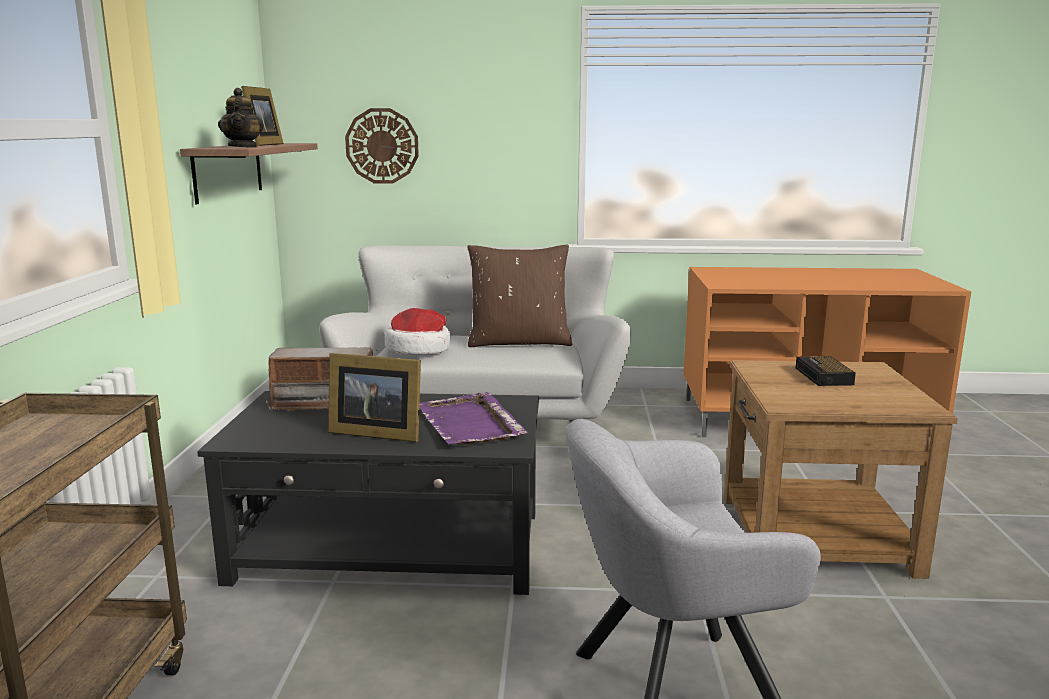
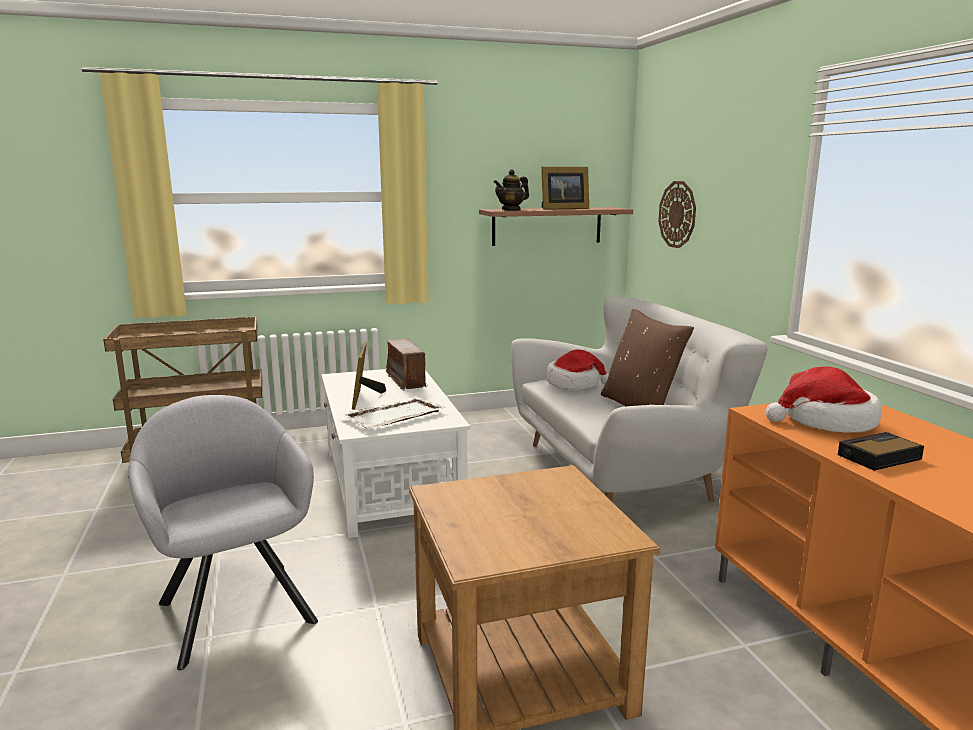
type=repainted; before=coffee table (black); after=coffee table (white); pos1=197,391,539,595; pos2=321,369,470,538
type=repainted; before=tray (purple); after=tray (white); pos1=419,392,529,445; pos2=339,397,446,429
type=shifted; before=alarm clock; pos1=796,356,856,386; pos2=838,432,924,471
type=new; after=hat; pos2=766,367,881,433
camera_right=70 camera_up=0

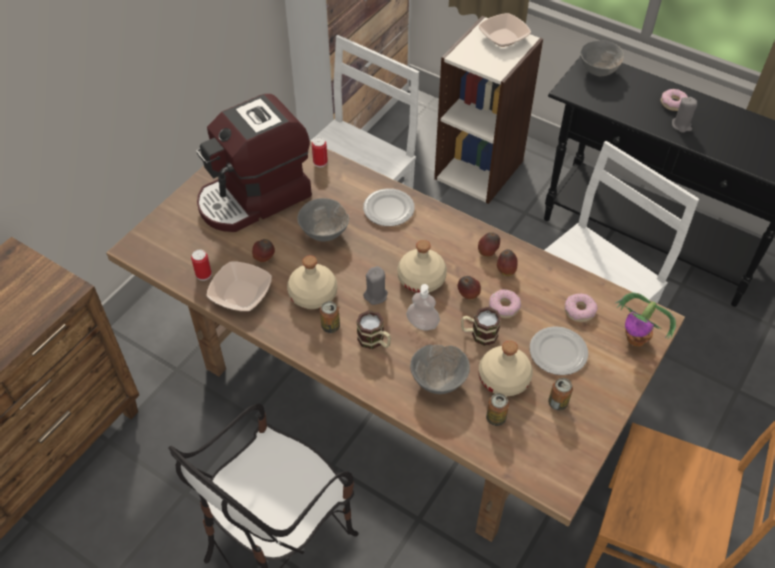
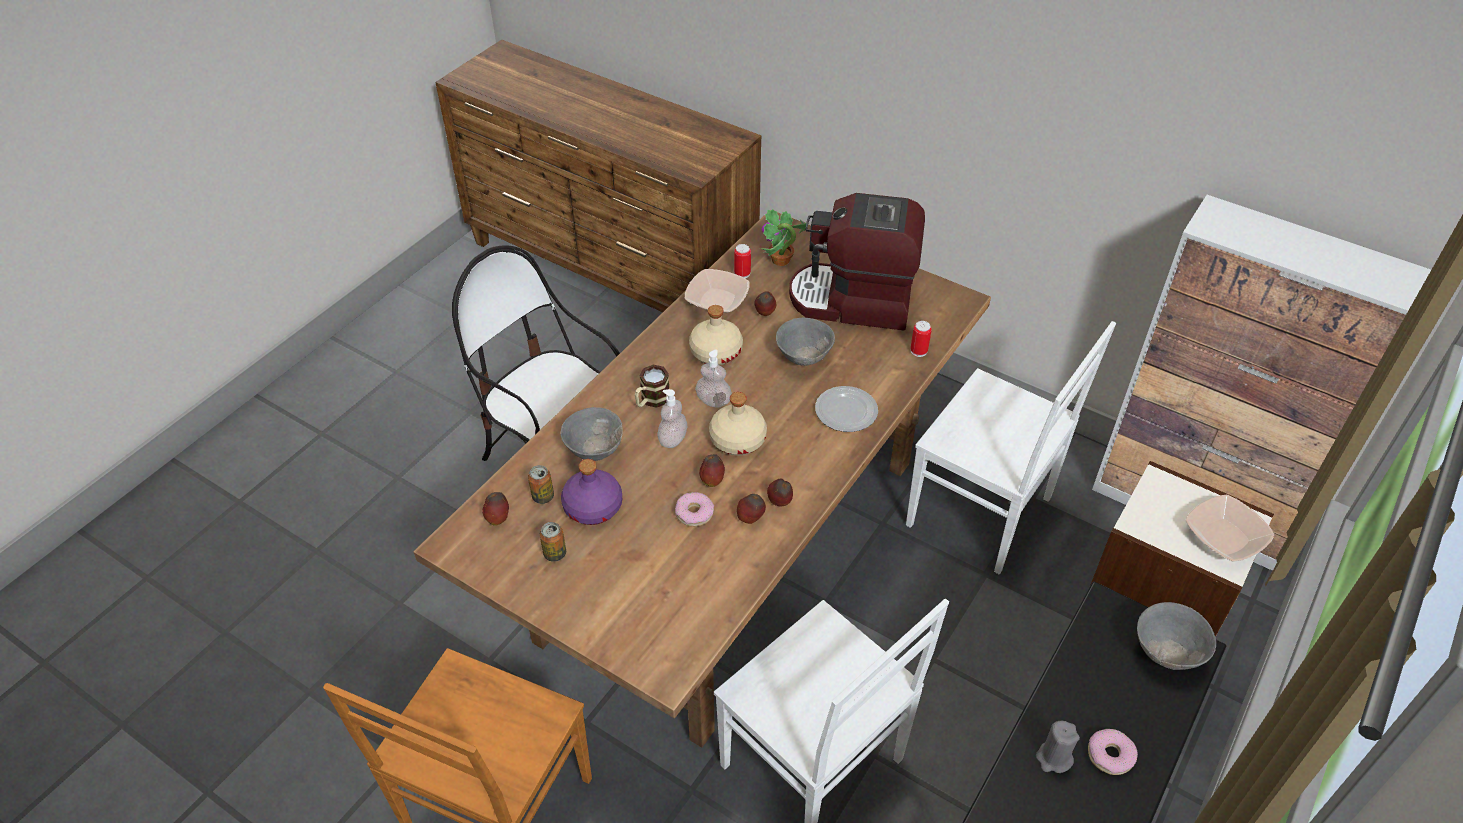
type=rotated; before=coffee machine; pos1=197,94,312,232; pos2=789,193,925,331; turn=-45
type=gone; before=can; pos1=320,301,340,333
type=swapped; before=candle (grey); after=soap dispenser; pos1=363,266,388,305; pos2=695,349,732,407
type=gone; before=mug; pos1=461,307,501,346
type=repainted; before=bottle (beige); after=bottle (purple); pos1=479,341,533,396; pos2=561,459,622,525
type=gone; before=plate; pos1=530,326,588,375
type=gone; before=donut; pos1=565,293,598,322
type=shifted; before=potted plant; pos1=615,292,676,347; pos2=760,209,806,266
type=new; after=apple; pos2=482,492,509,526
camera_right=90 camera_up=-5

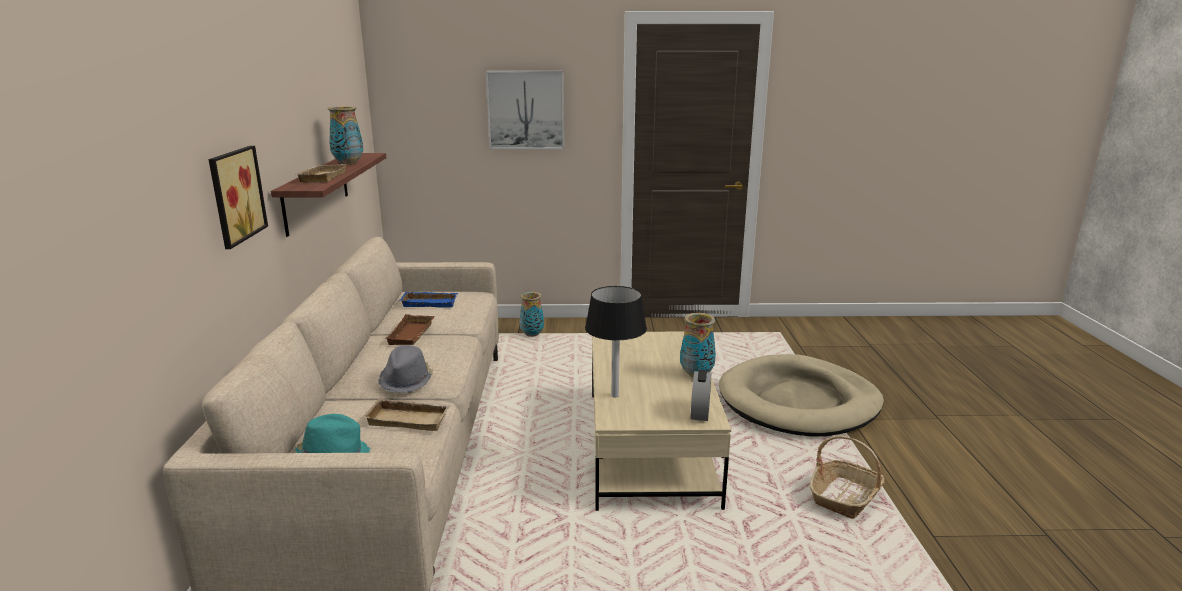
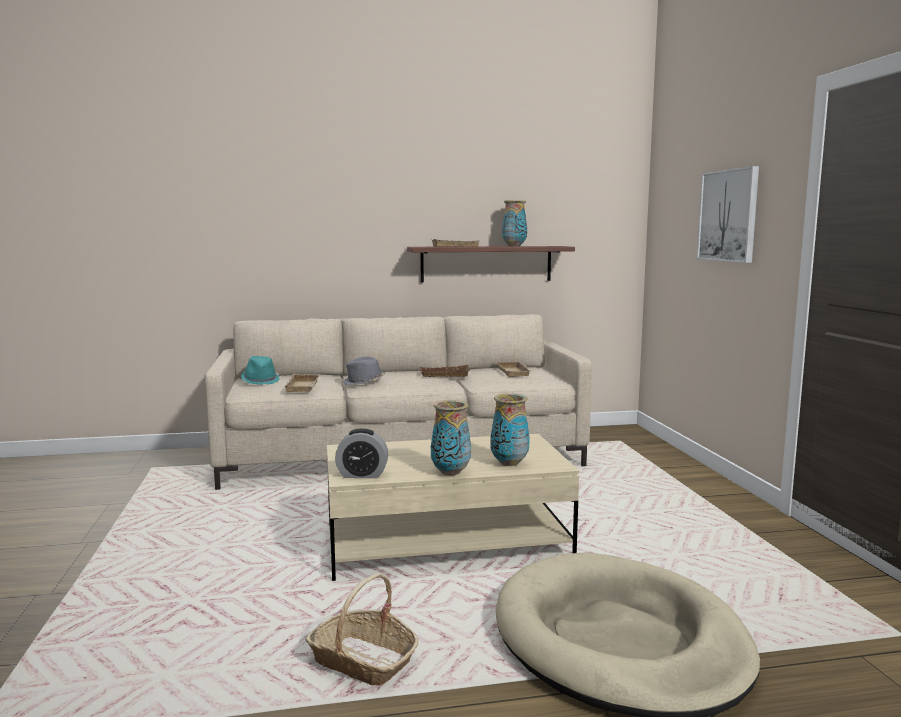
type=gone; before=picture; pos1=208,146,268,249
type=repainted; before=tray (blue); after=tray (beige); pos1=400,292,458,308; pos2=496,361,532,377
type=shifted; before=vase; pos1=520,292,544,337; pos2=490,393,530,466
type=gone; before=table lamp (black); pos1=585,286,647,398
camera_right=80 camera_up=-10

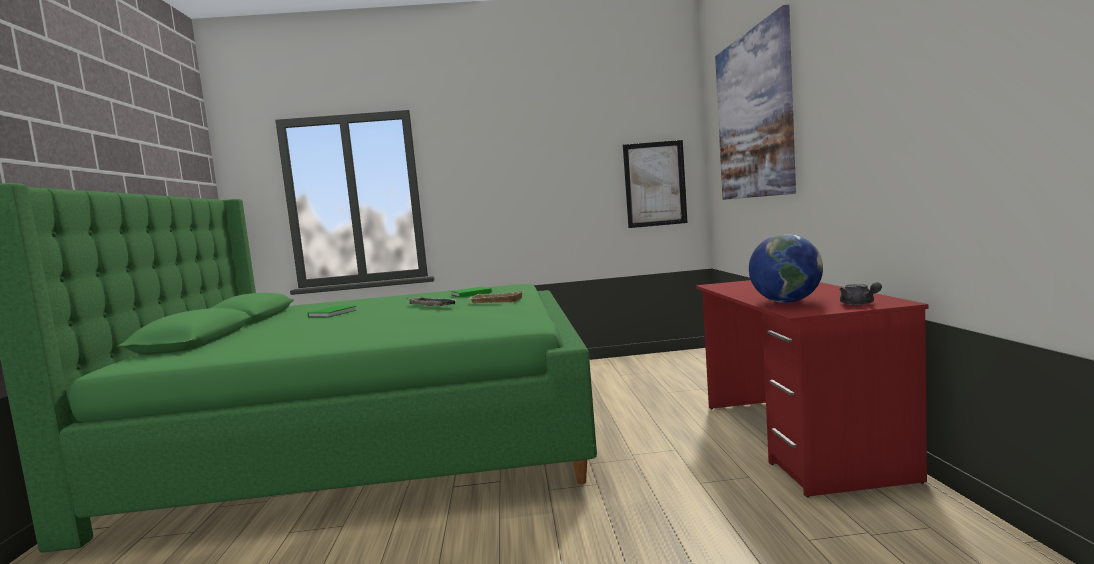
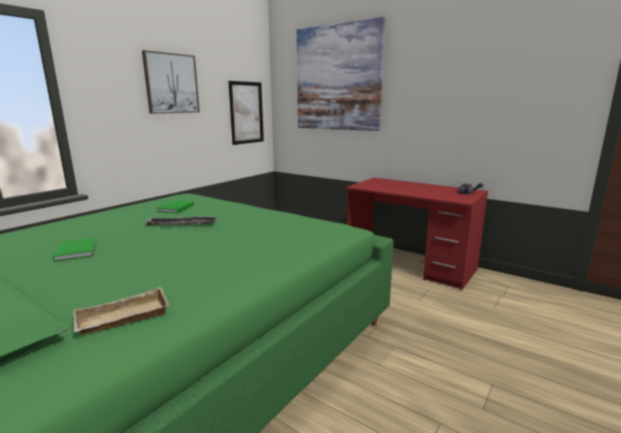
type=shifted; before=tray (beige); pos1=468,290,524,303; pos2=73,287,169,335
type=gone; before=globe; pos1=749,234,823,303
type=new; after=picture; pos2=142,50,200,114
camera_right=-50 camera_up=10

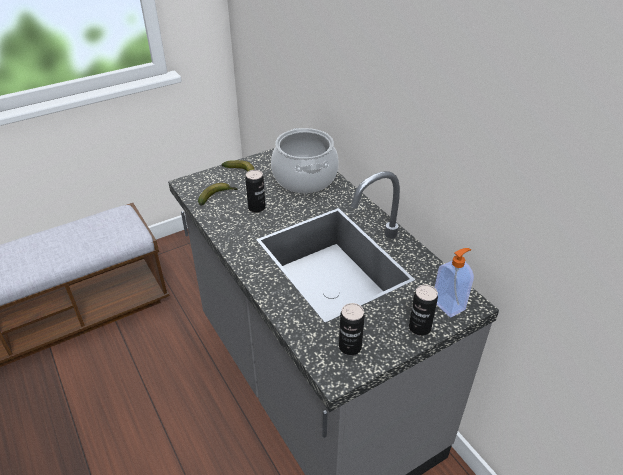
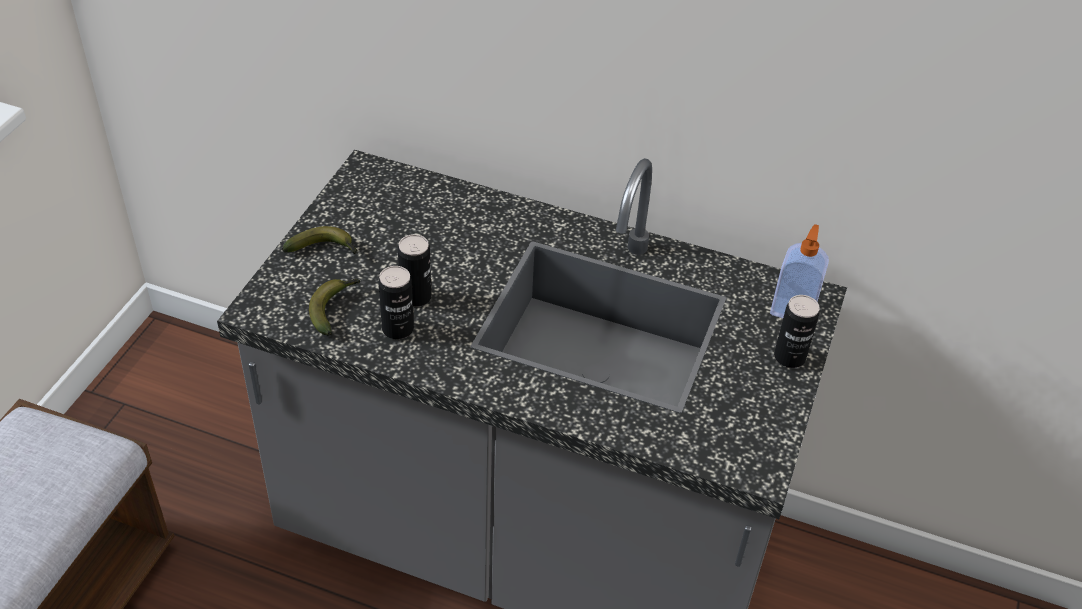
type=gone; before=cooking pot; pos1=271,128,339,193
type=shifted; before=can; pos1=339,303,365,355; pos2=378,266,414,339
camera_right=-40 camera_up=5

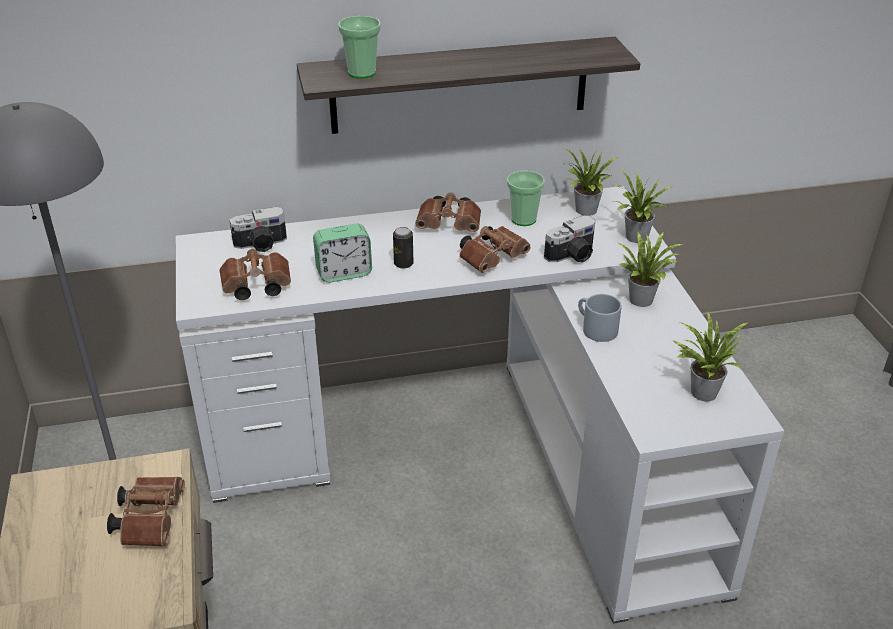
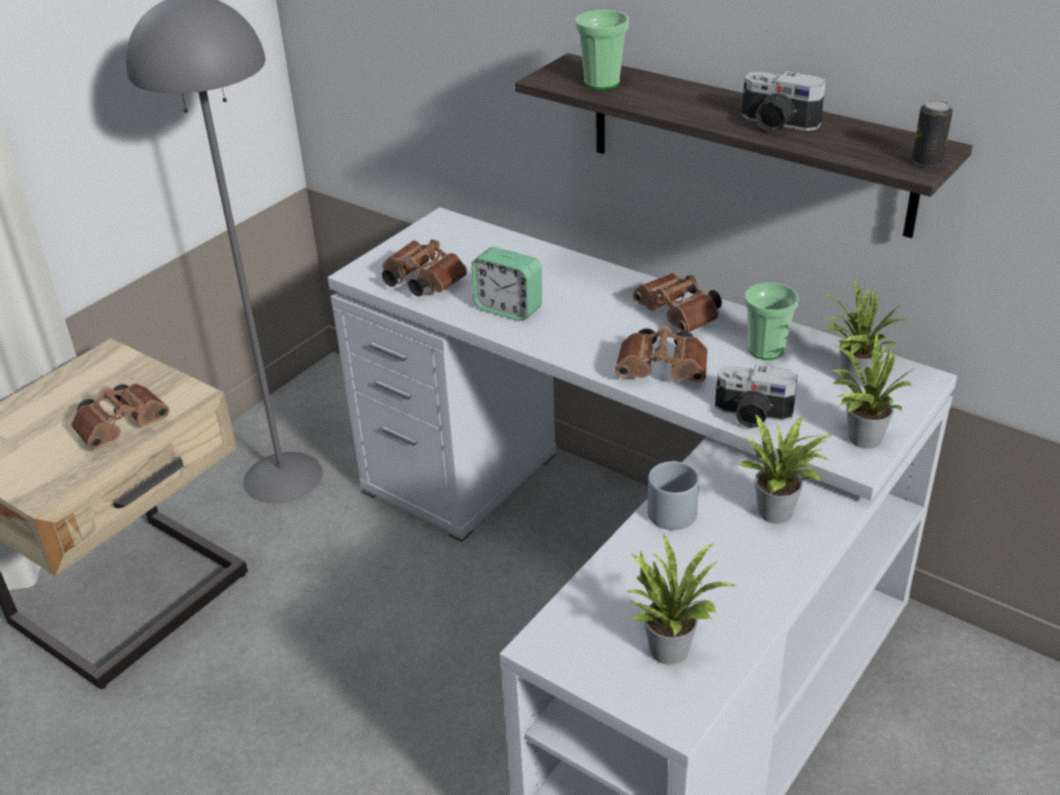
type=shifted; before=photo camera; pos1=230,207,287,252; pos2=742,71,826,132
type=shifted; before=can; pos1=393,227,413,268; pos2=912,100,953,167
camera_right=50 camera_up=0

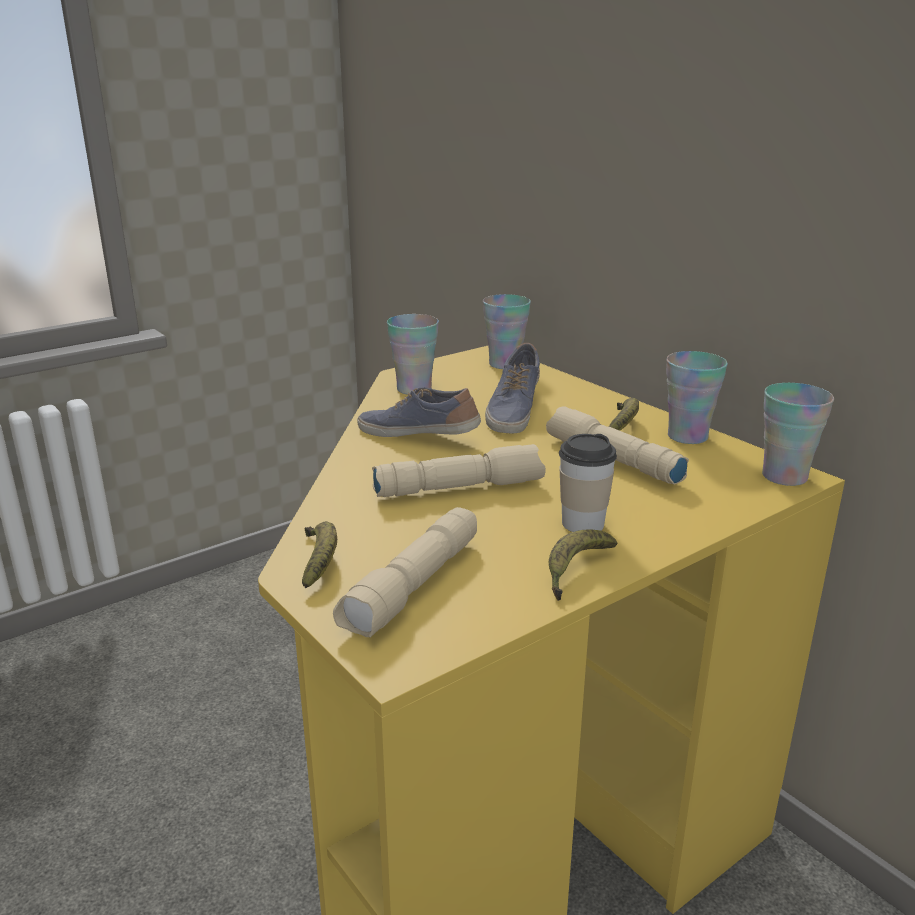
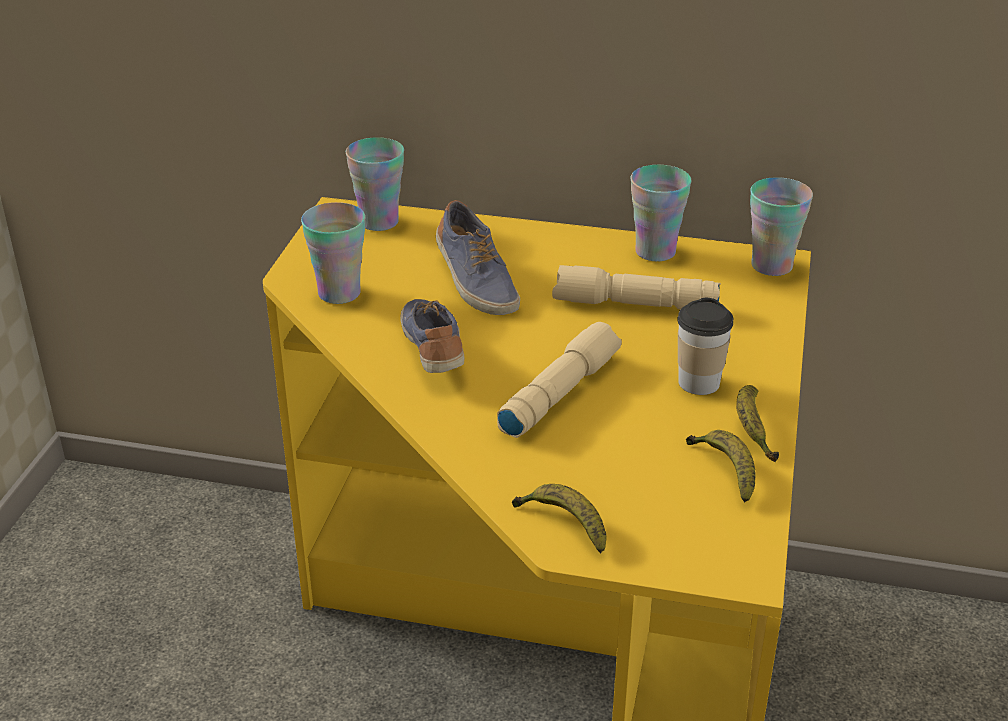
type=gone; before=flashlight (beige); pos1=333,507,477,638
type=rotated; before=shoe; pos1=357,387,481,437; pos2=401,299,464,373; turn=90
type=shifted; before=banana; pos1=609,398,639,431; pos2=686,430,755,503
camera_right=-40 camera_up=10

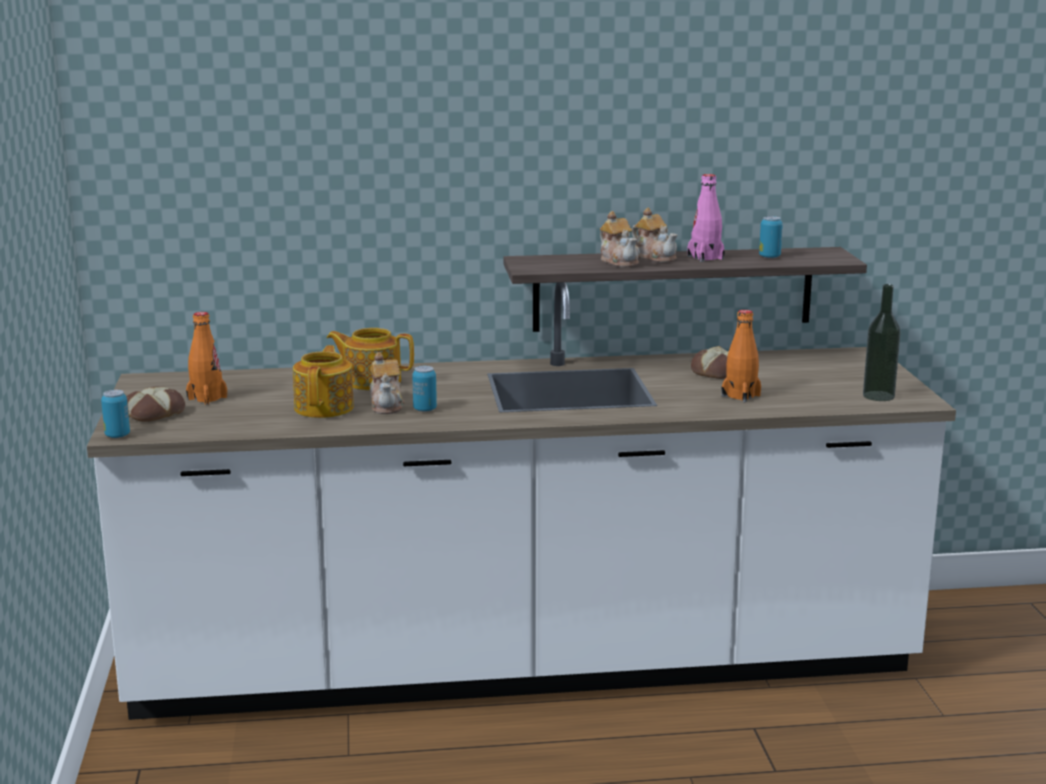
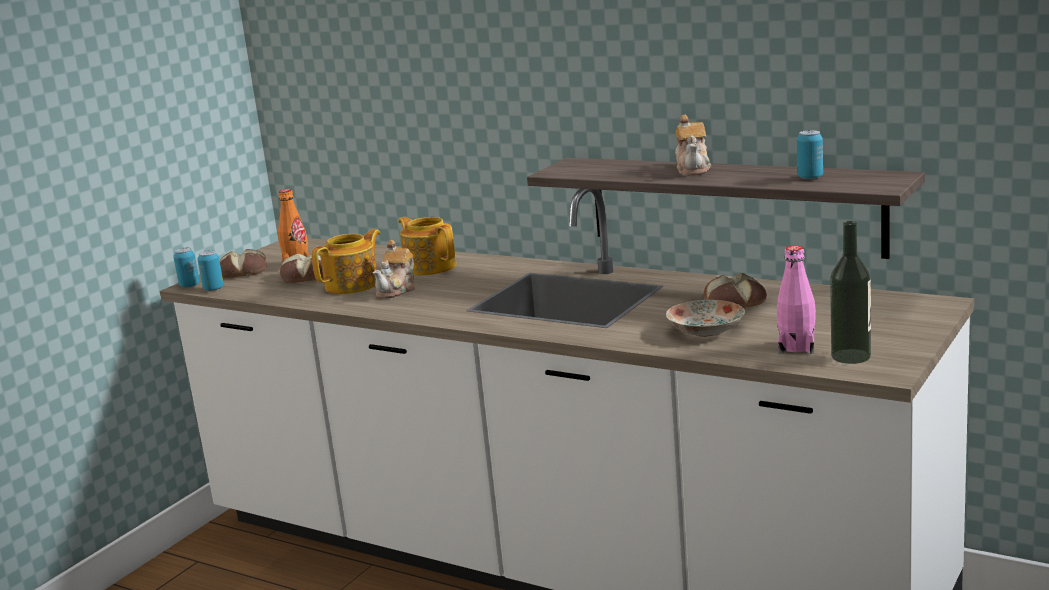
type=shifted; before=can; pos1=412,366,437,412; pos2=197,250,224,291
type=gone; before=teapot; pos1=600,211,640,267
type=shifted; before=bottle (pink); pos1=687,174,725,262; pos2=777,246,816,354
type=swapped; before=bottle (orange); after=plate; pos1=722,310,761,402; pos2=666,300,745,337
type=new; after=bread; pos2=280,254,323,283
camera_right=40 camera_up=0

